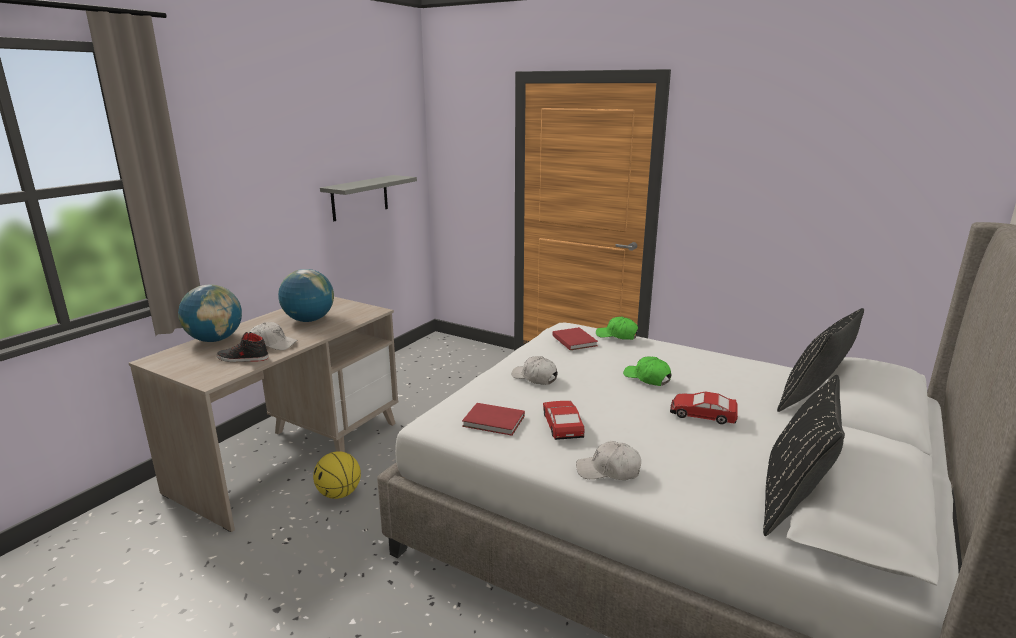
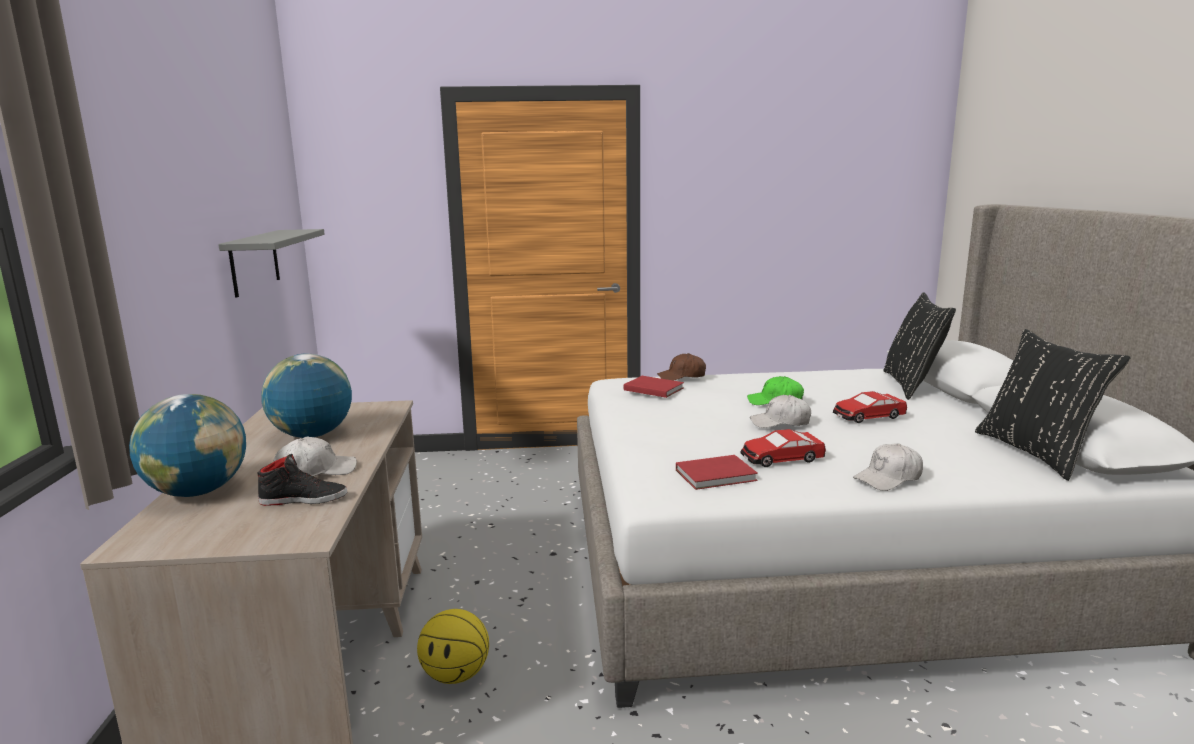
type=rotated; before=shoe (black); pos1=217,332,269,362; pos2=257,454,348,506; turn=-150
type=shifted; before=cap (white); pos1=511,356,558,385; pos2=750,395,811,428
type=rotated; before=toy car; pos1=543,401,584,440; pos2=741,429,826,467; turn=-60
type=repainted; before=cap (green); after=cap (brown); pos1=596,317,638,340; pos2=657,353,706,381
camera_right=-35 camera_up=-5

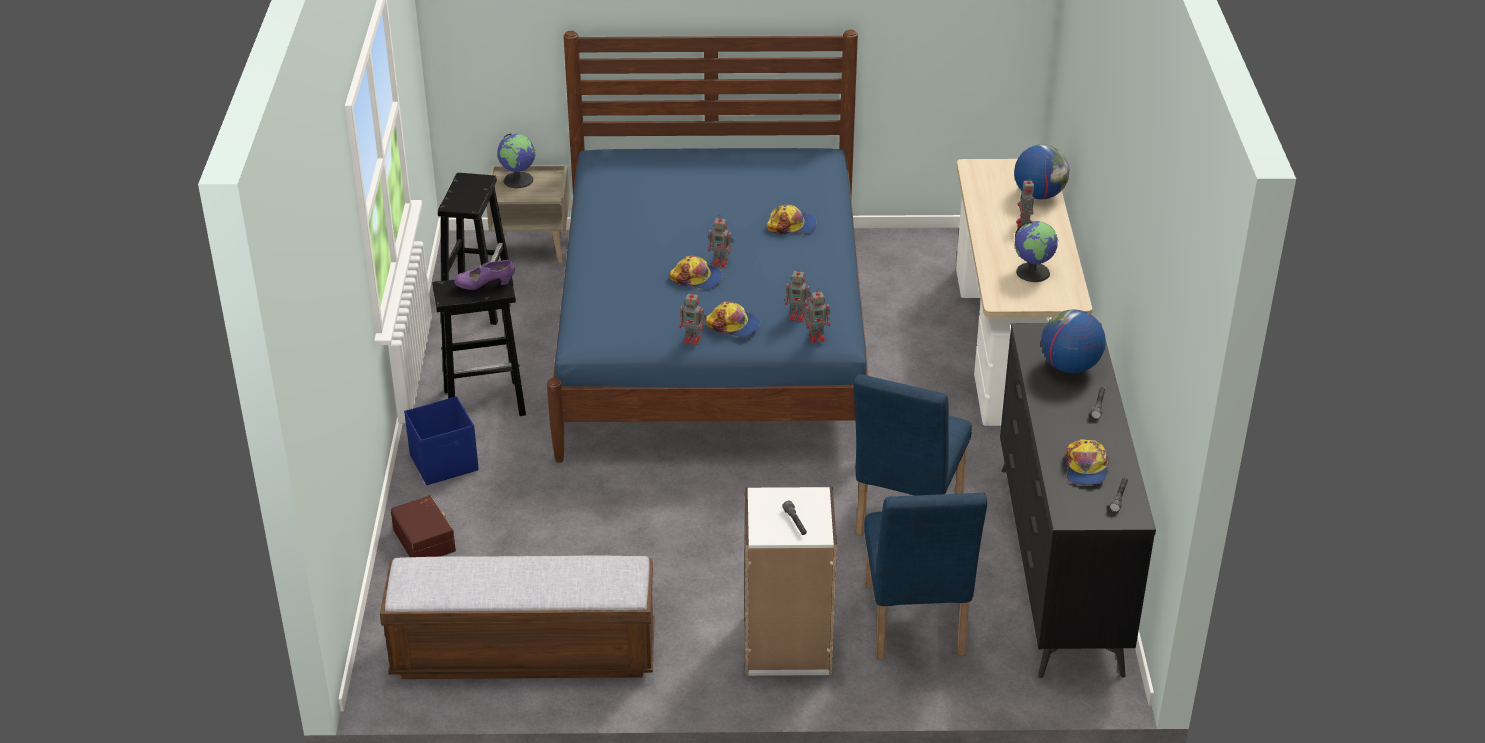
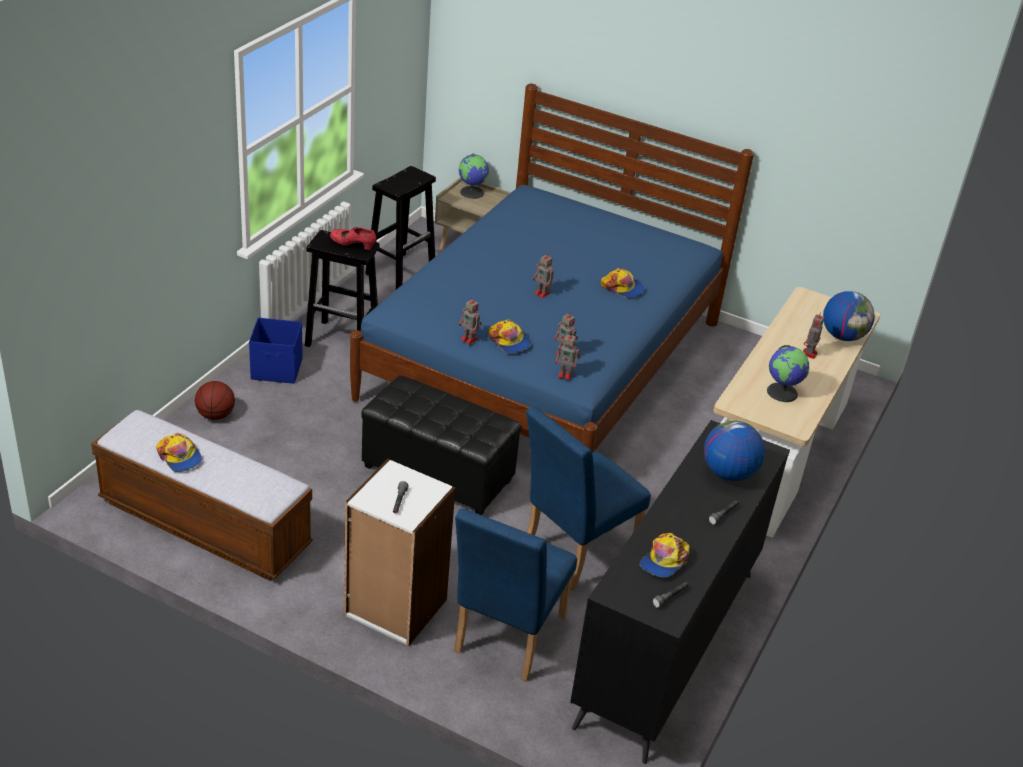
type=swapped; before=storage box (brown); after=basketball; pos1=391,495,456,557; pos2=195,381,235,420
type=repainted; before=shoe (purple); after=shoe (red); pos1=454,260,515,290; pos2=330,227,376,250
type=shifted; before=cap; pos1=670,256,723,290; pos2=156,433,202,472
type=new; after=ottoman (black); pos2=361,375,522,515
camera_right=25 camera_up=0

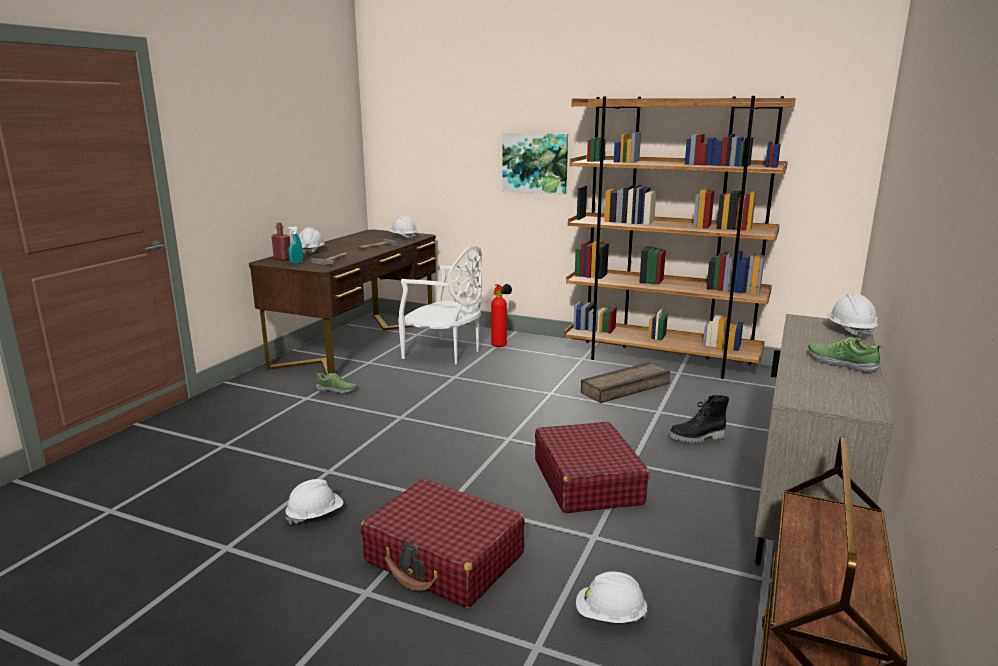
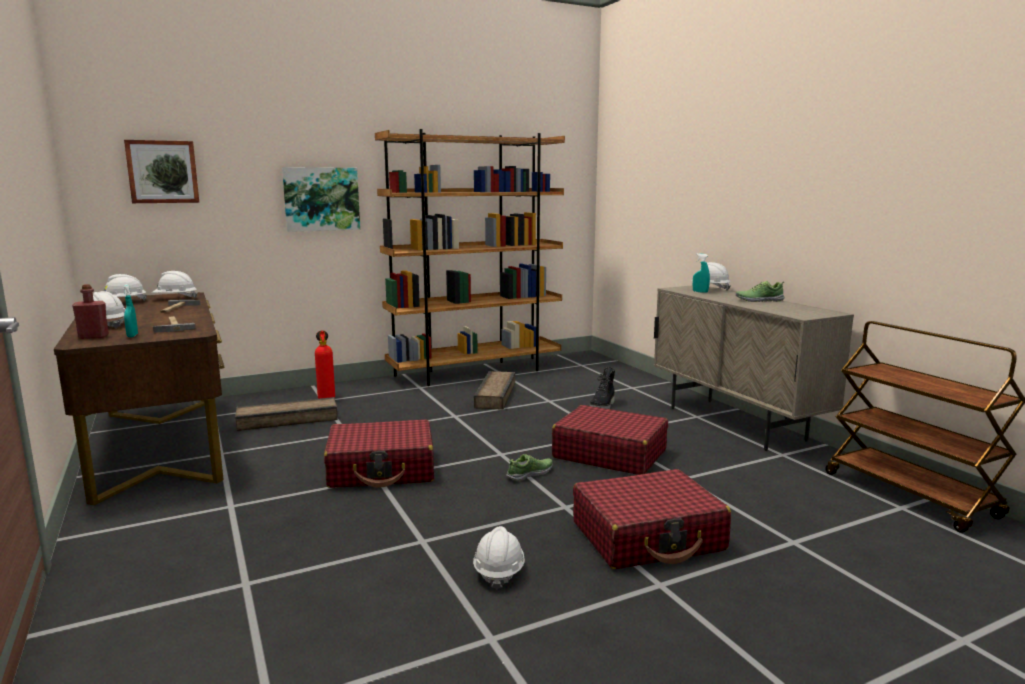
type=shifted; before=shoe; pos1=316,372,357,393; pos2=506,454,553,481
type=swapped; before=chair (white); after=crate; pos1=398,246,482,364; pos2=235,397,338,431
type=shifted; before=hard hat (white); pos1=576,571,648,623; pos2=104,274,147,301
type=new; after=picture; pos2=124,140,199,203
type=new; after=suitcase (red); pos2=324,420,434,488
type=new; after=spray bottle (turquoise); pos2=693,253,710,293
camera_right=-50 camera_up=-5

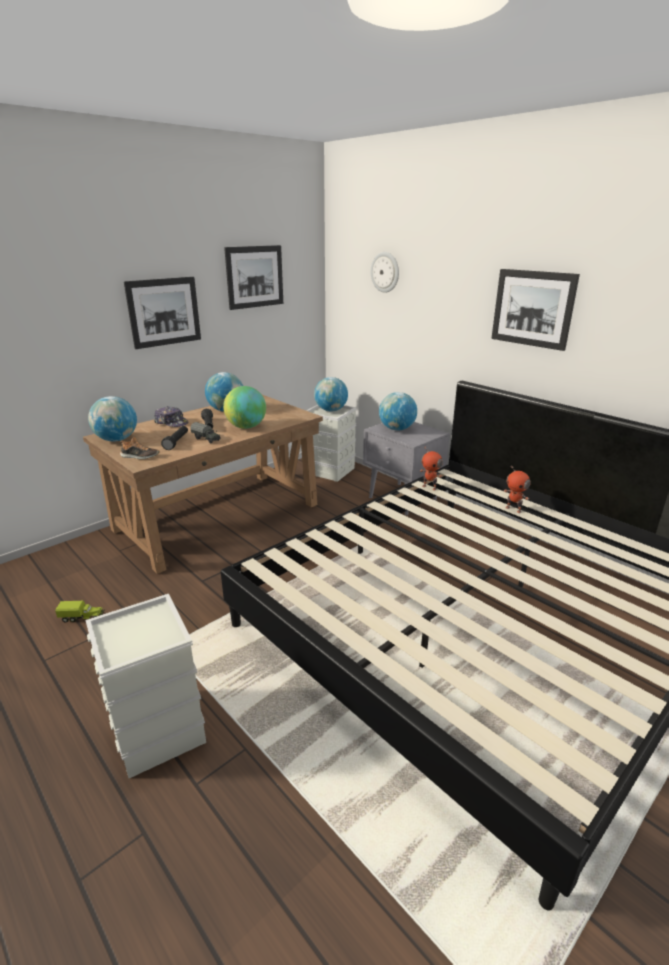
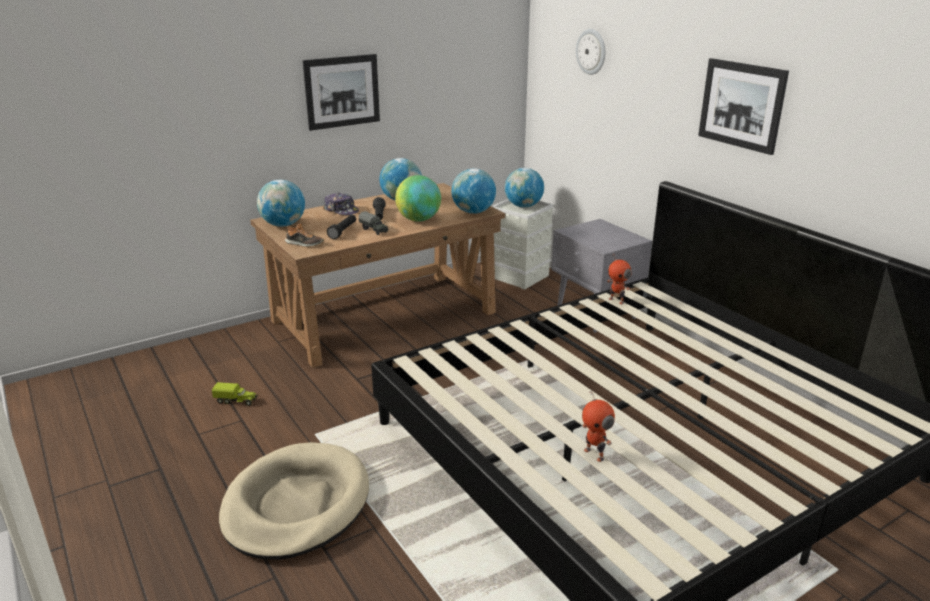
type=swapped; before=storage box (grey); after=dog bed (beige); pos1=85,594,206,778; pos2=219,442,369,560
type=gone; before=picture; pos1=224,245,283,310
type=shifted; before=globe; pos1=379,392,417,431; pos2=451,168,496,214
type=shifted; before=toy robot; pos1=504,465,531,513; pos2=582,389,615,462
camera_right=10 camera_up=0

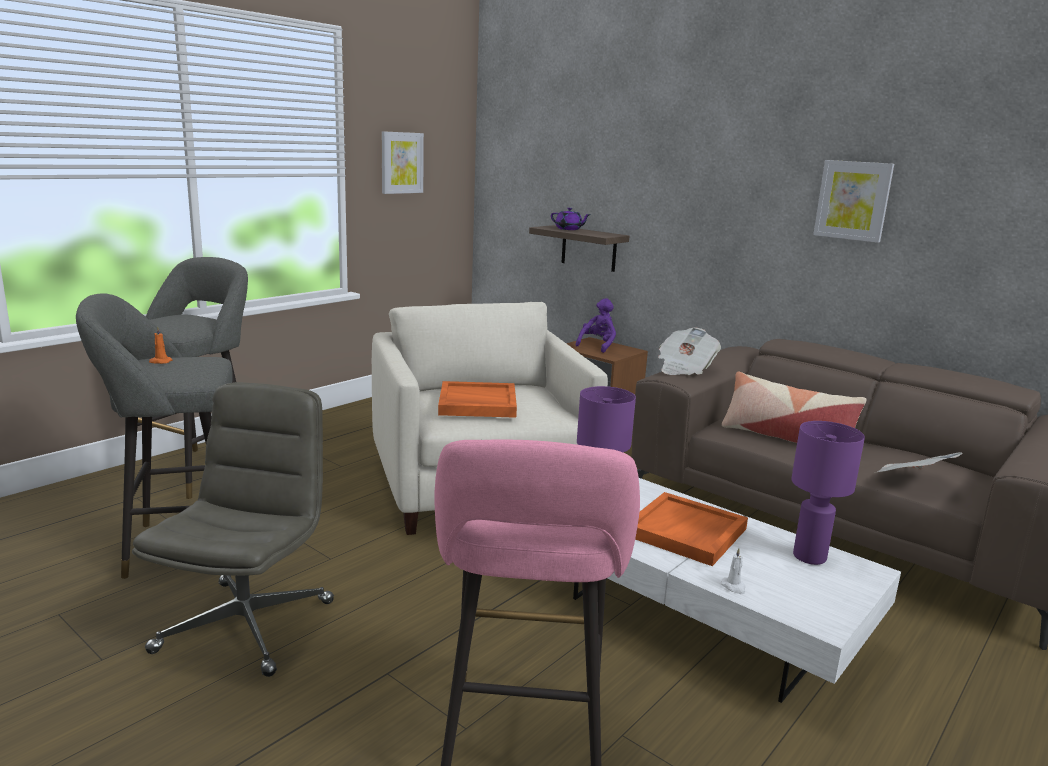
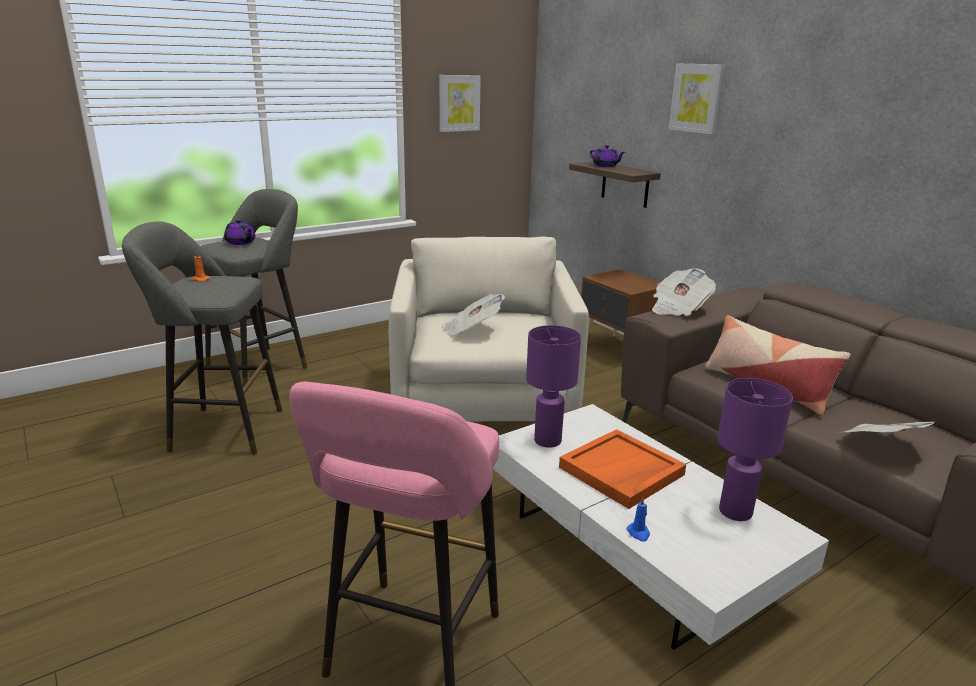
type=gone; before=office chair (grey); pos1=132,382,334,677
type=swapped; before=tray (orange); after=newspaper; pos1=438,381,517,418; pos2=441,294,505,335
type=gone; before=plush toy (purple); pos1=576,298,616,353
type=repainted; before=candle (white); after=candle (blue); pos1=721,548,746,594; pos2=626,498,650,542
type=shifted; before=picture; pos1=813,160,894,243; pos2=668,64,725,135
type=new; after=teapot (purple); pos2=224,220,255,245
camera_right=15 camera_up=5

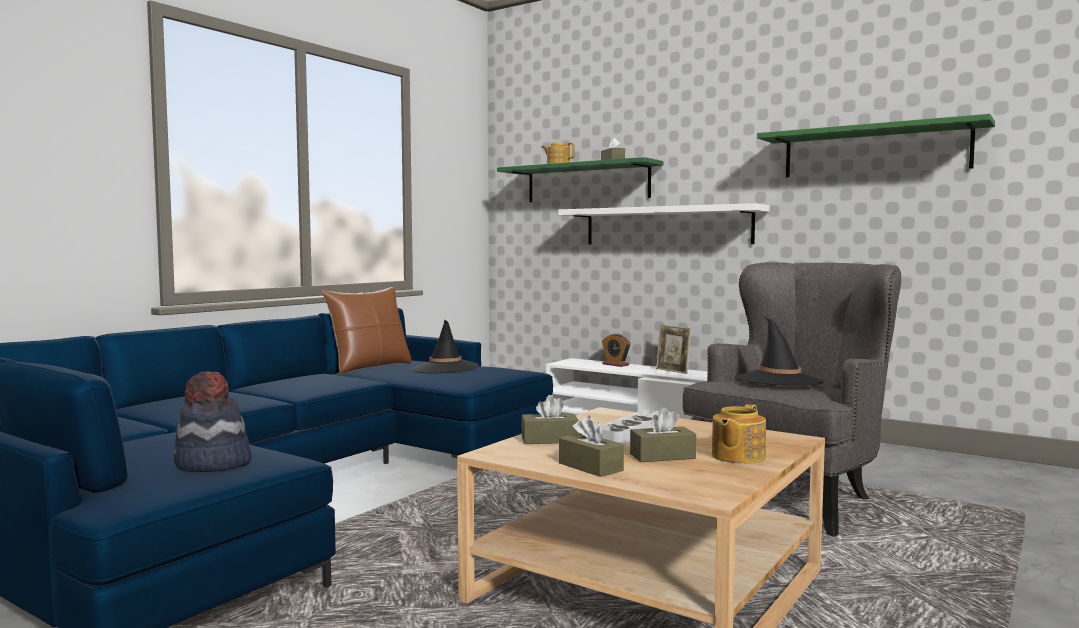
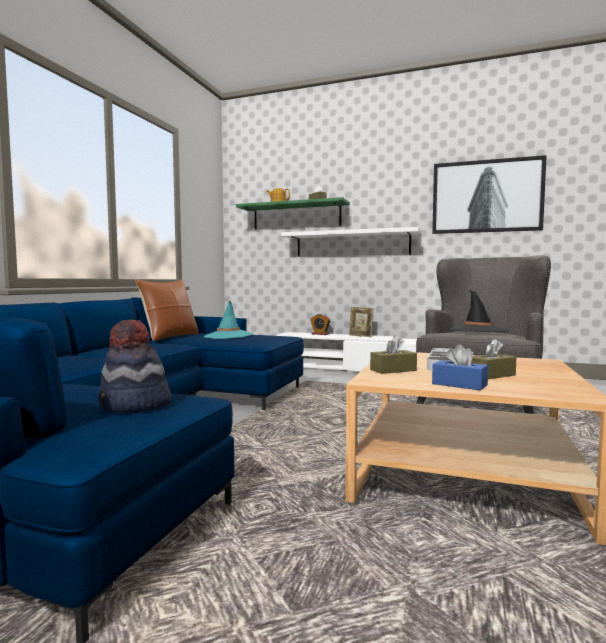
type=repainted; before=hat (black); after=hat (turquoise); pos1=411,320,479,374; pos2=204,301,253,339
type=repainted; before=tissue box (brown); after=tissue box (blue); pos1=559,416,624,477; pos2=432,344,488,391
type=gone; before=teapot; pos1=712,404,766,464
type=swapped; before=shelf (green); after=picture; pos1=757,114,995,177; pos2=432,155,547,234
camera_right=-15 camera_up=0

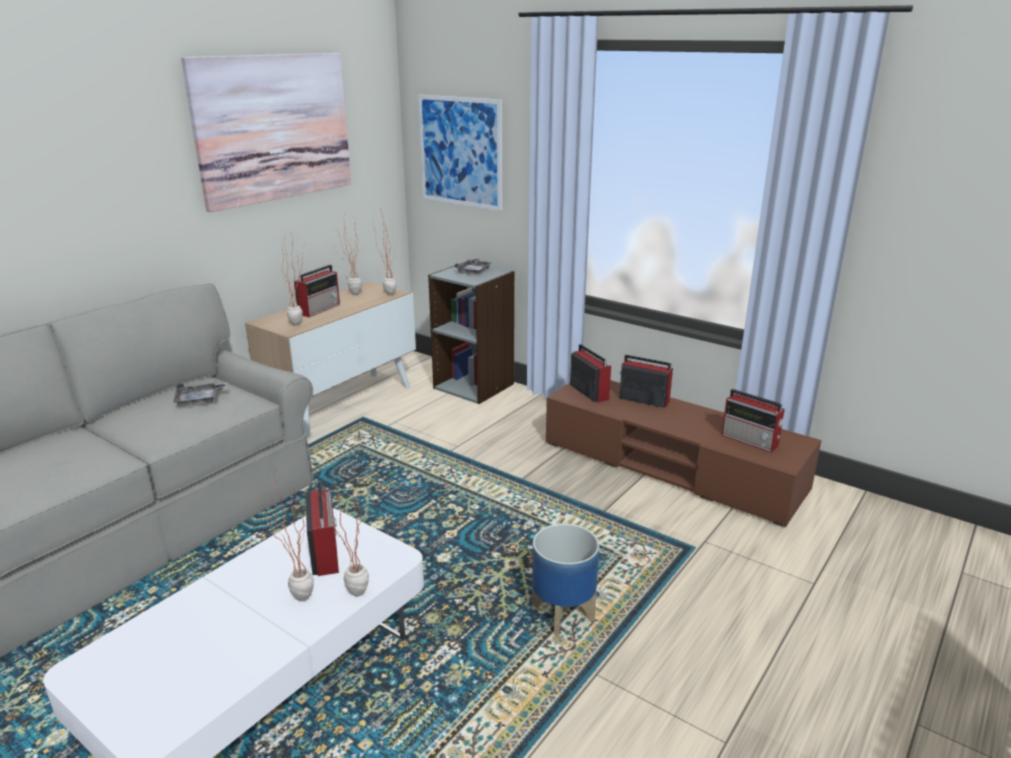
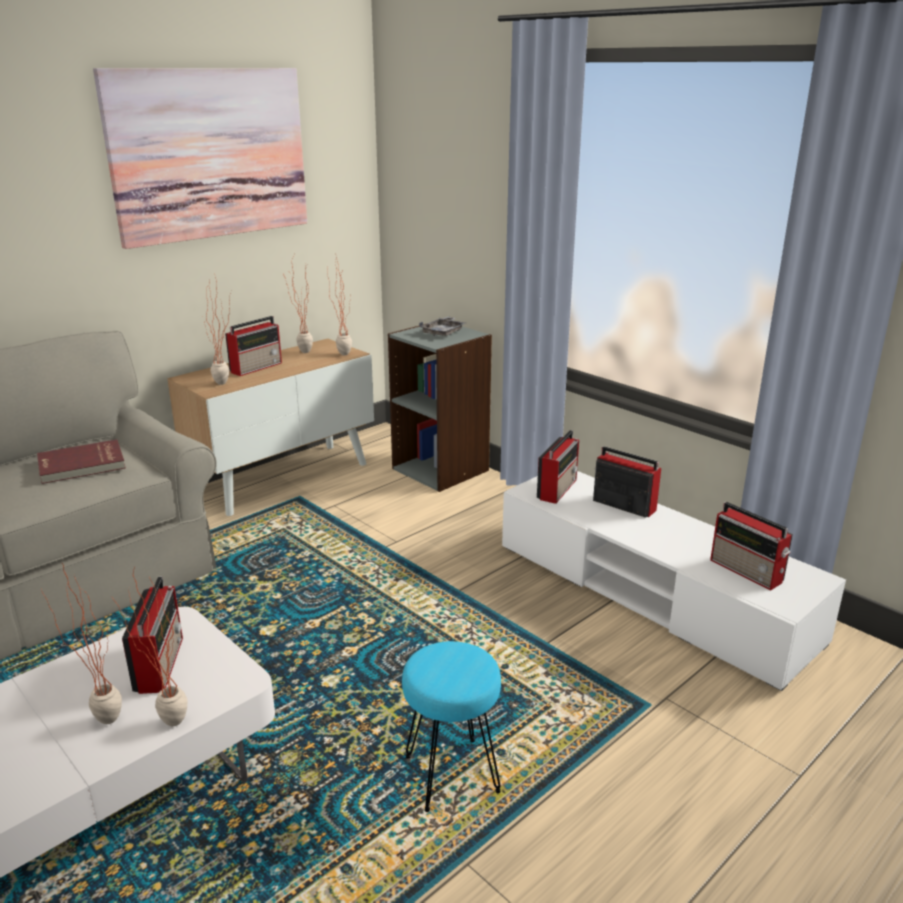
type=swapped; before=tray (grey); after=book (red); pos1=173,382,228,406; pos2=37,440,126,484
type=gone; before=picture; pos1=418,95,502,211
type=swapped; before=planter; after=stool (turquoise); pos1=532,523,599,636; pos2=402,641,501,812
type=repainted; before=tv stand (brown); after=tv stand (white); pos1=546,380,822,527; pos2=502,471,846,691
type=rotated; before=radio; pos1=570,344,611,402; pos2=537,430,579,504; turn=45
camera_right=10 camera_up=0

